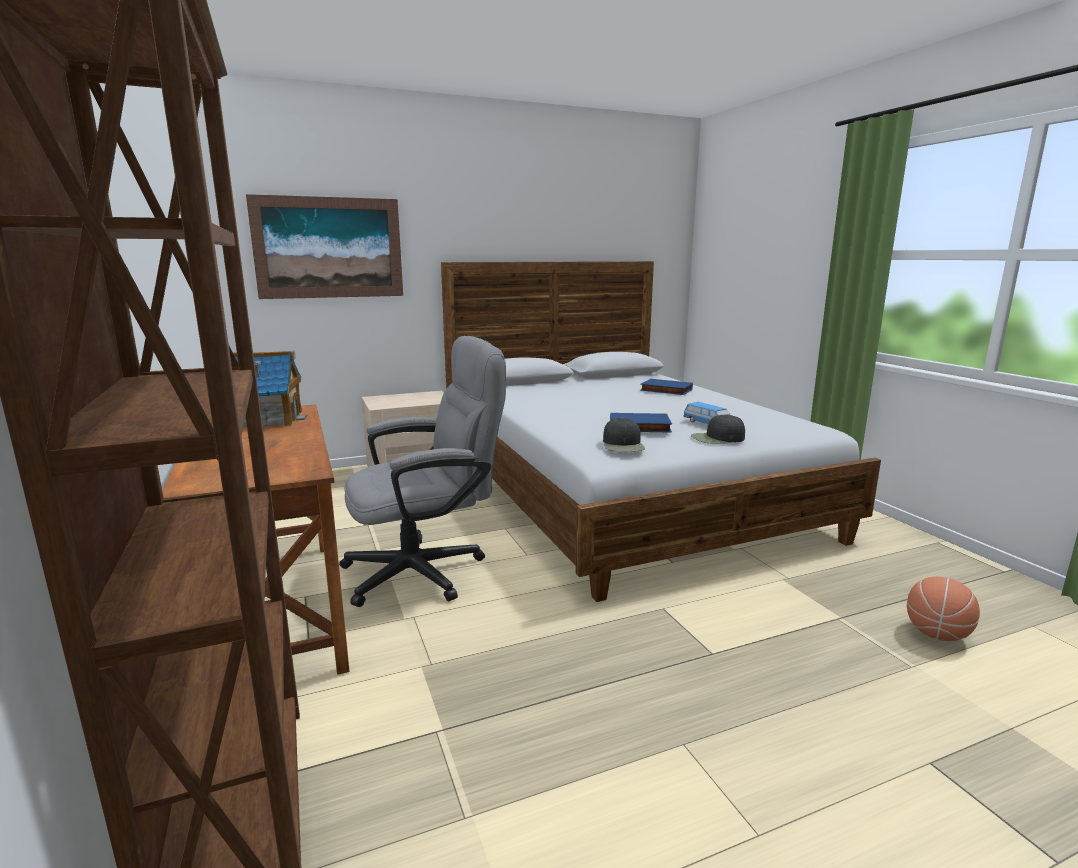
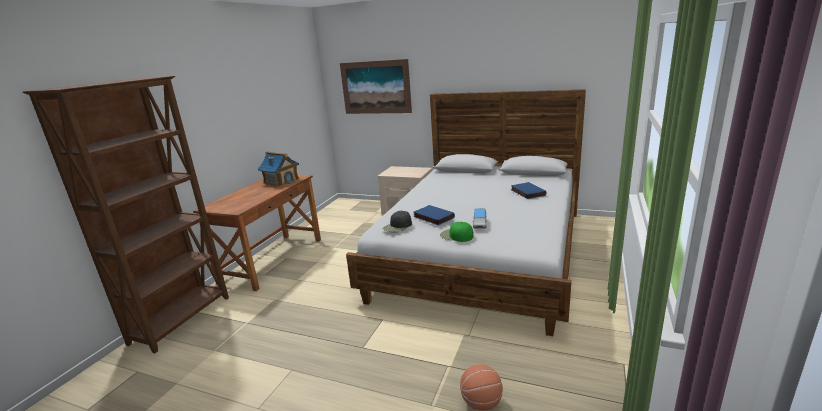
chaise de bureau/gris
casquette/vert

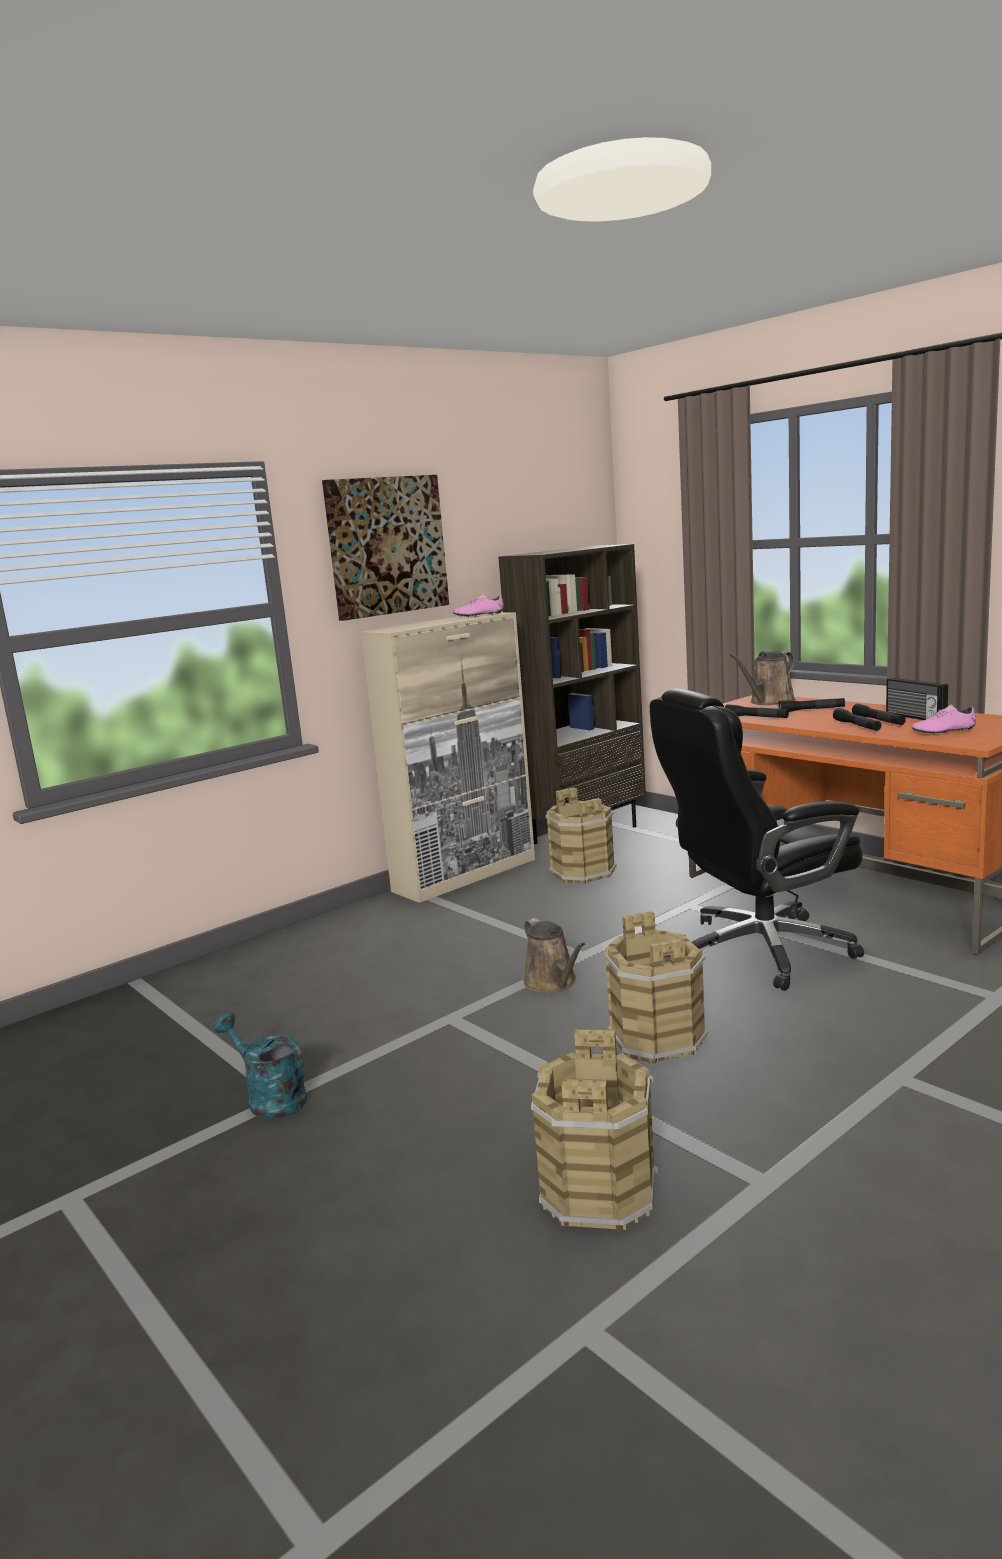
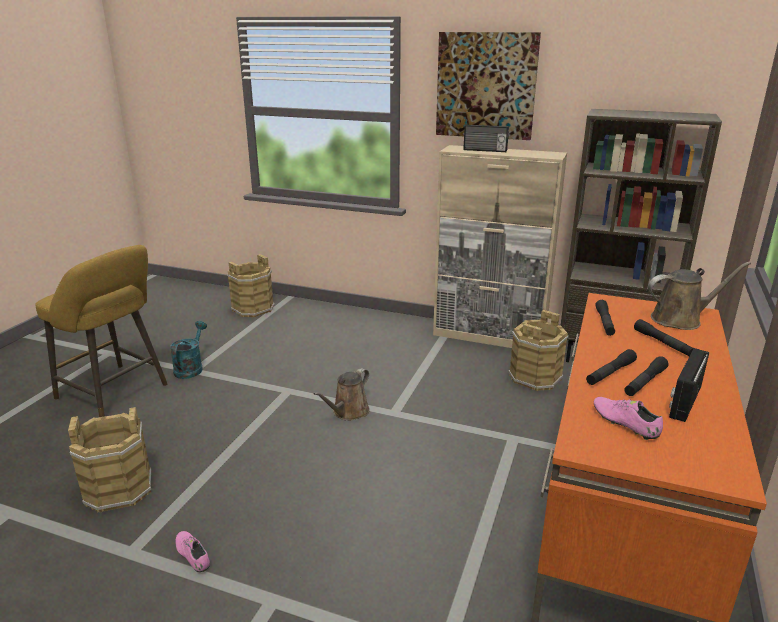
chaussure/rose (1st from left)
arrosoir/marron (2nd from left)
chaise de bureau/noir
seau/marron (2nd from left)
radio (1st from left)
tabouret/jaune

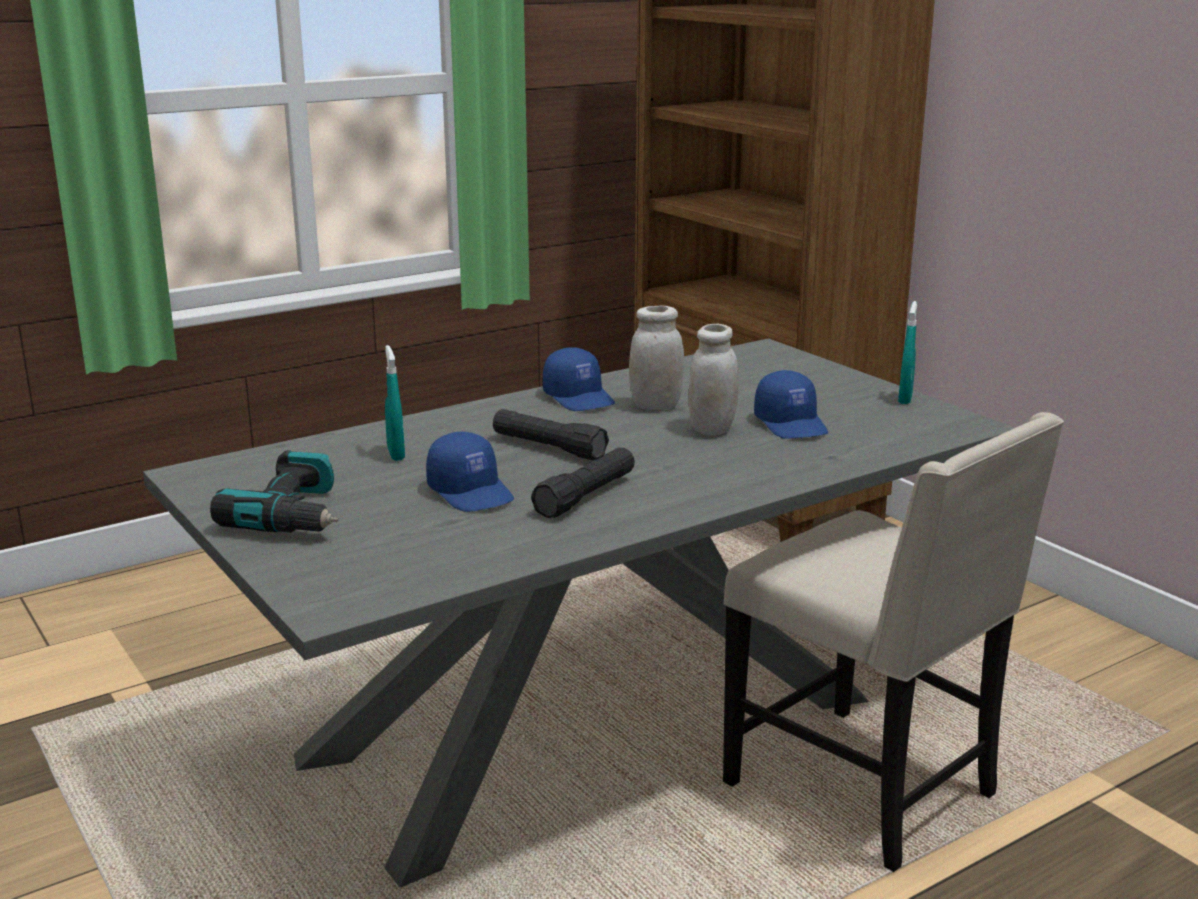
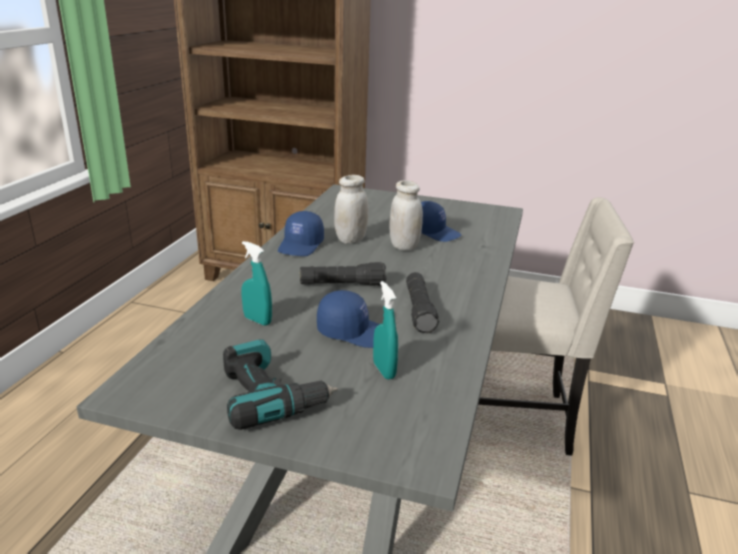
vaporisateur/turquoise (2nd from left)
casquette/bleu (1st from left)

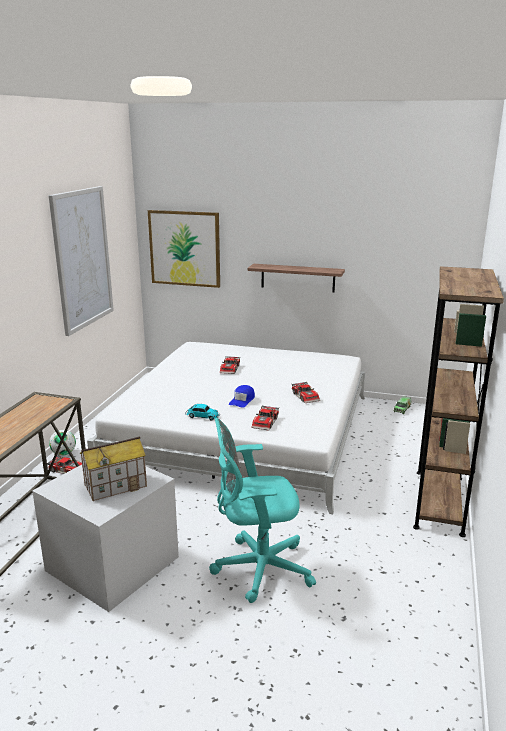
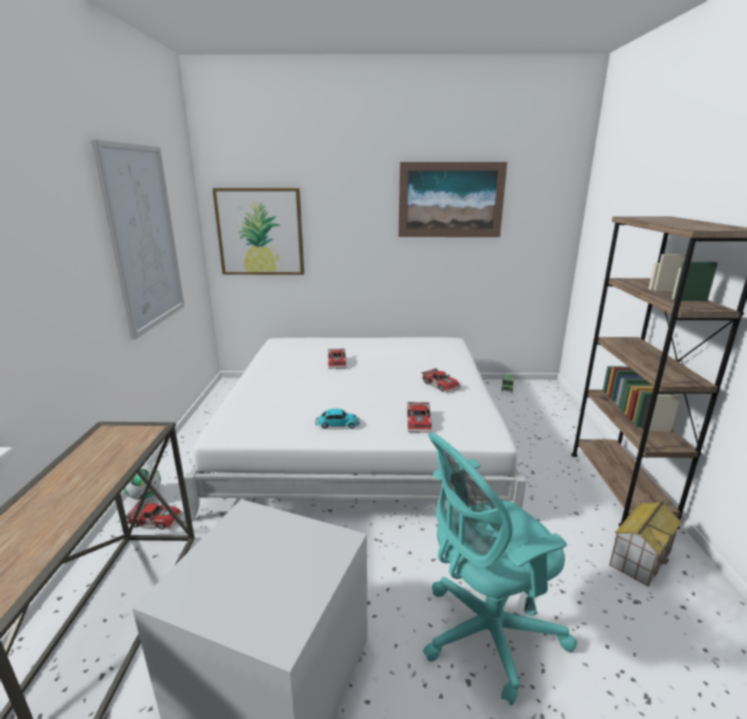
étagère
casquette/bleu
maison miniature
tableau (3rd from left)

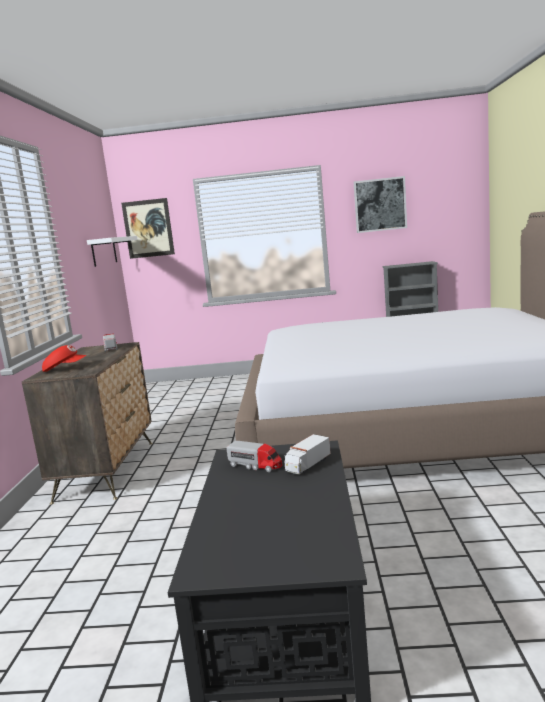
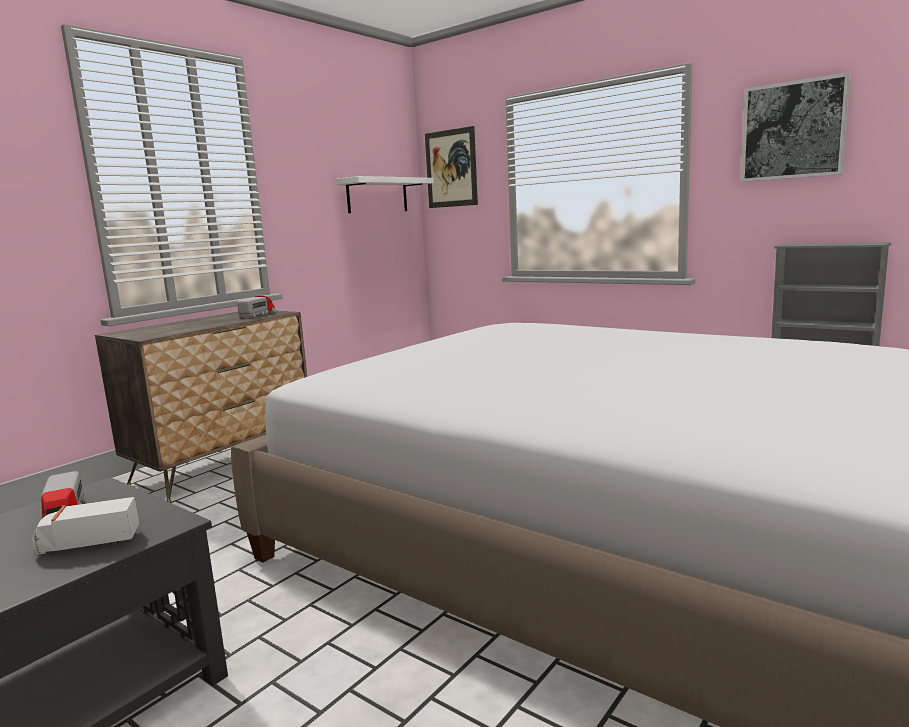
casquette/rouge

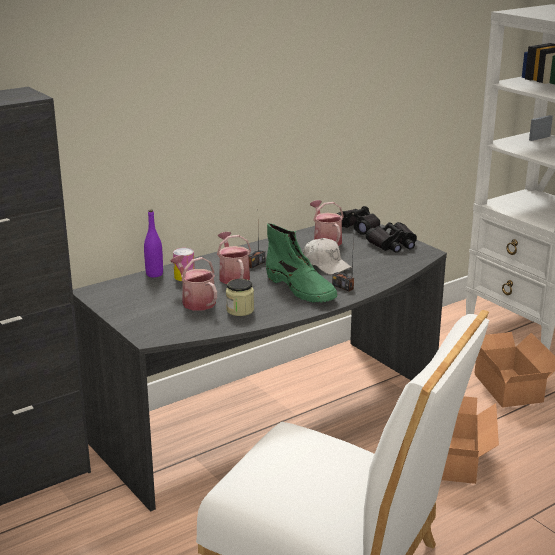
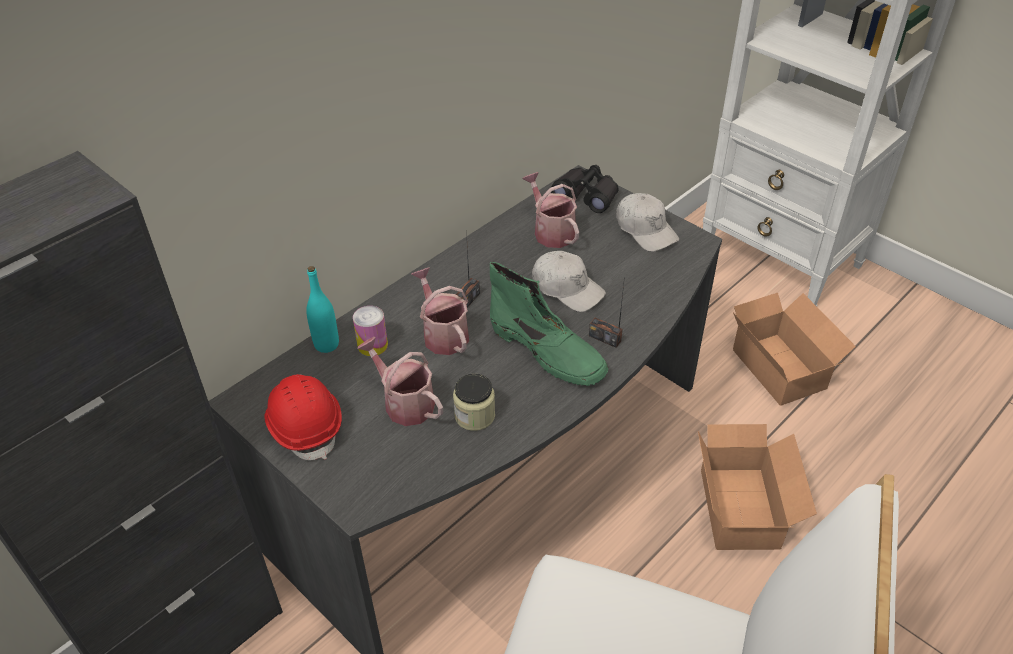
bouteille/turquoise
casquette/blanc (2nd from left)
casque de chantier/rouge

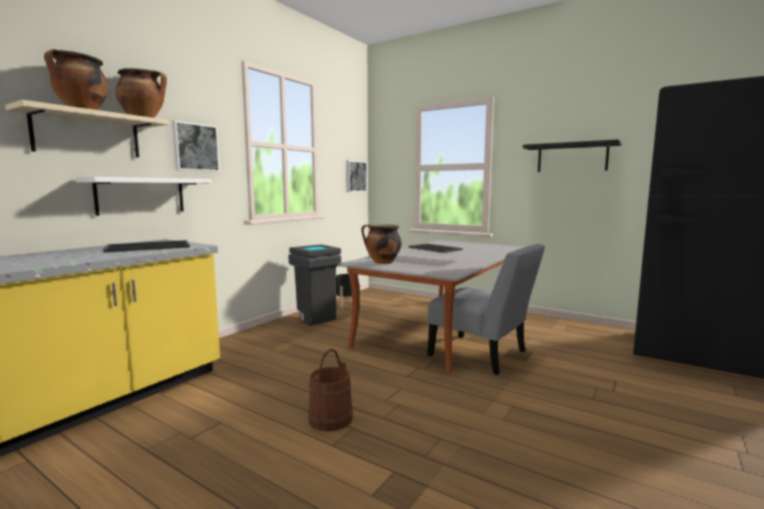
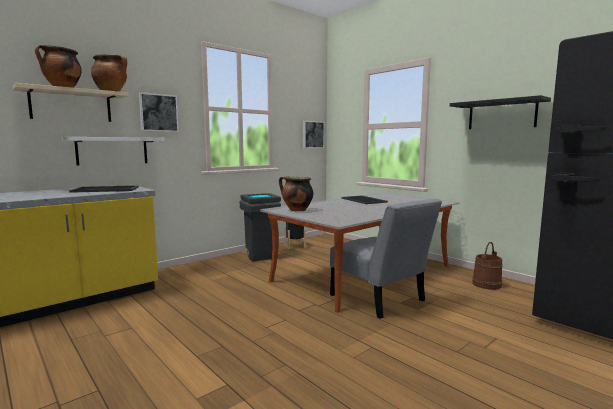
seau/marron

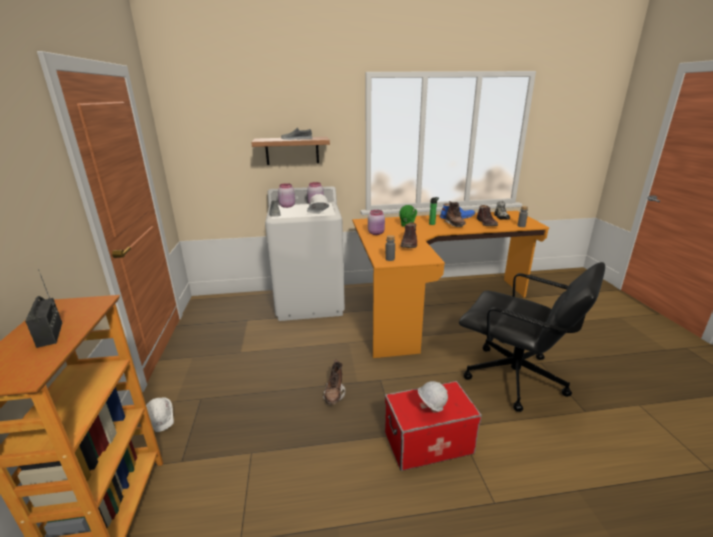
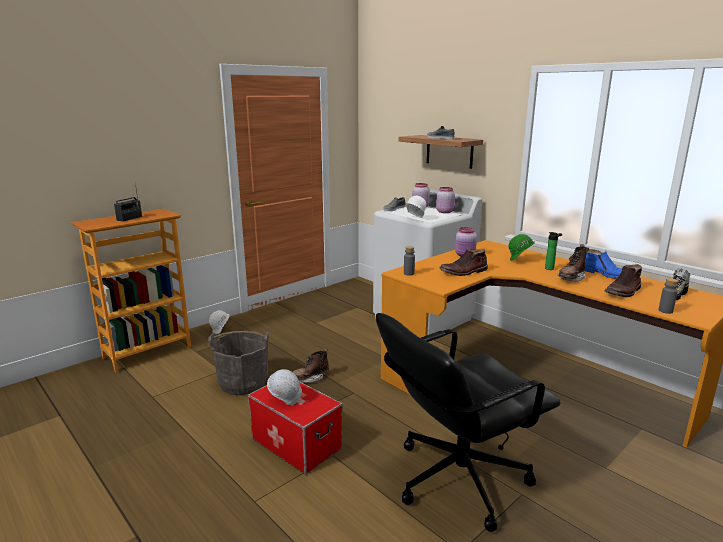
chaise de bureau/noir
seau/gris

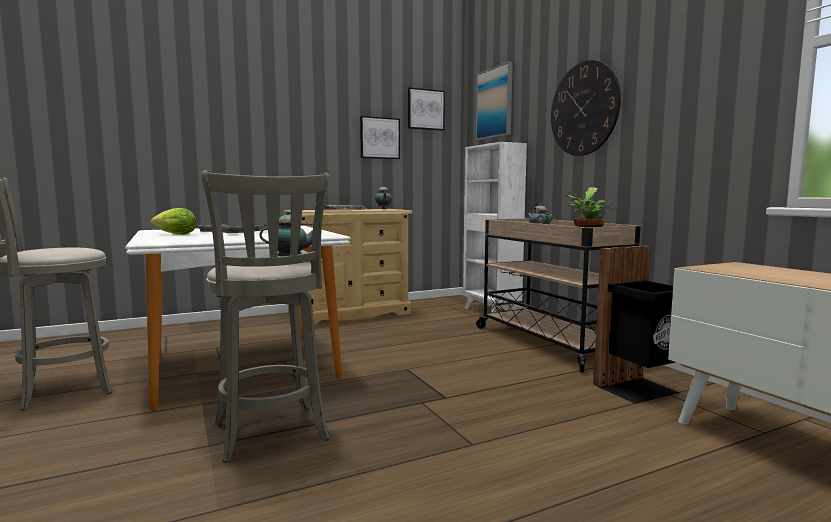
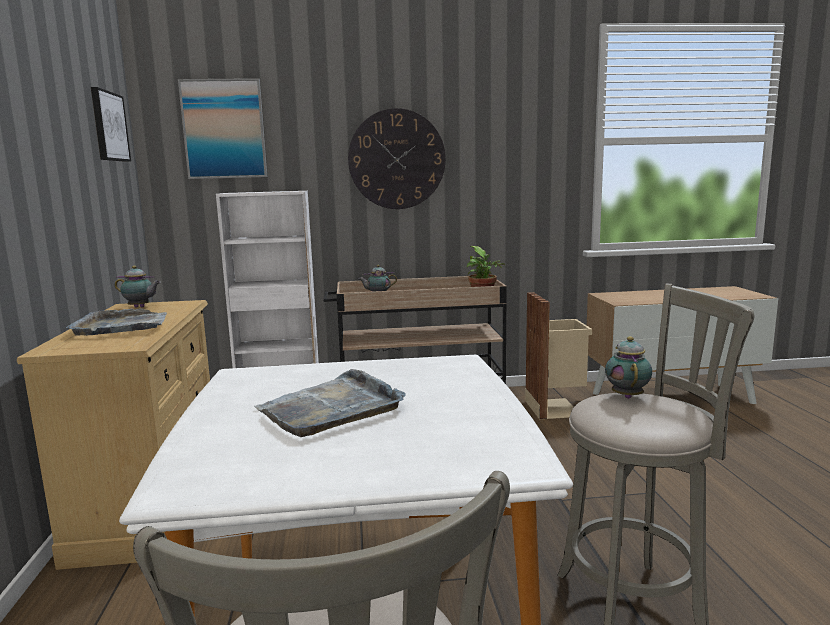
tableau (1st from left in the first image)
laitue
poubelle/beige

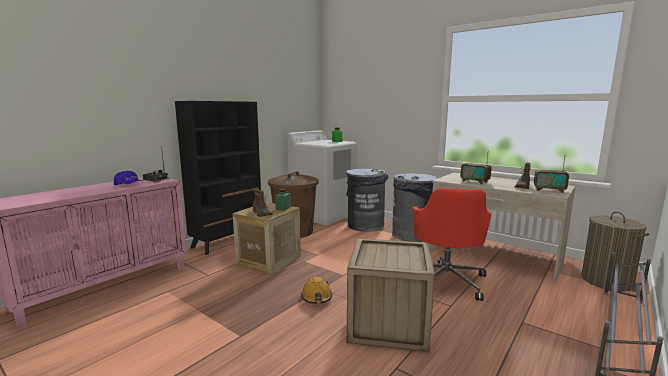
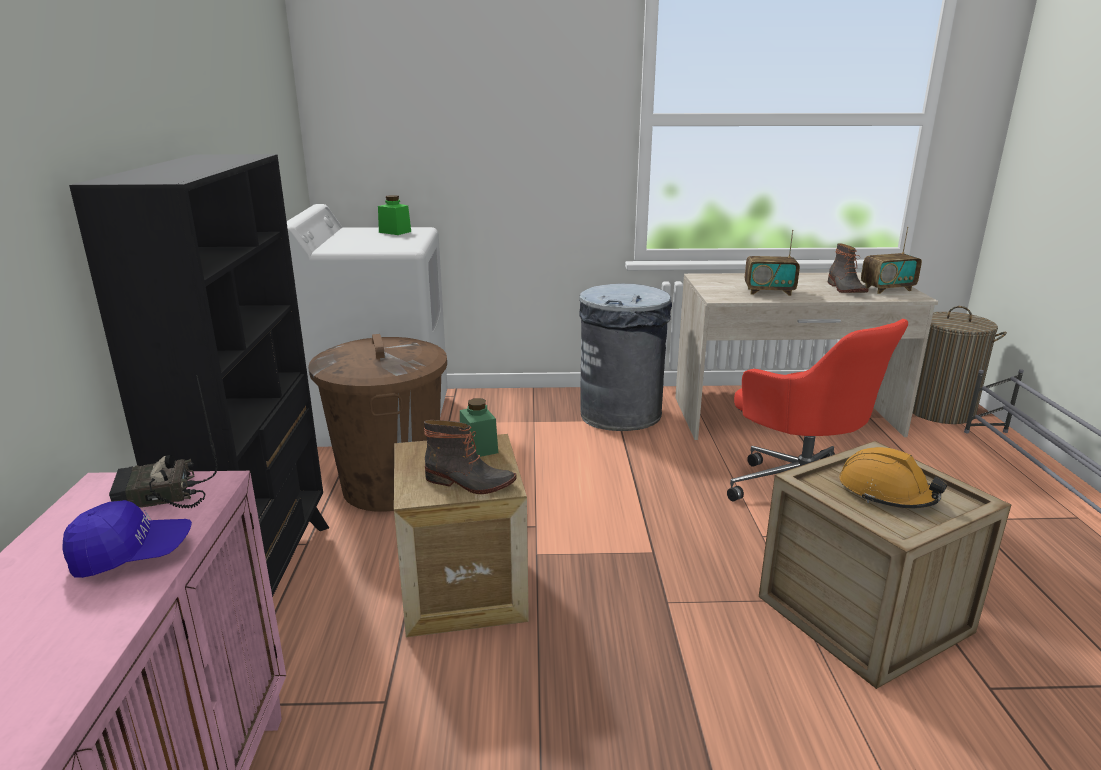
poubelle/gris (1st from left in the first image)
casque de chantier/orange

